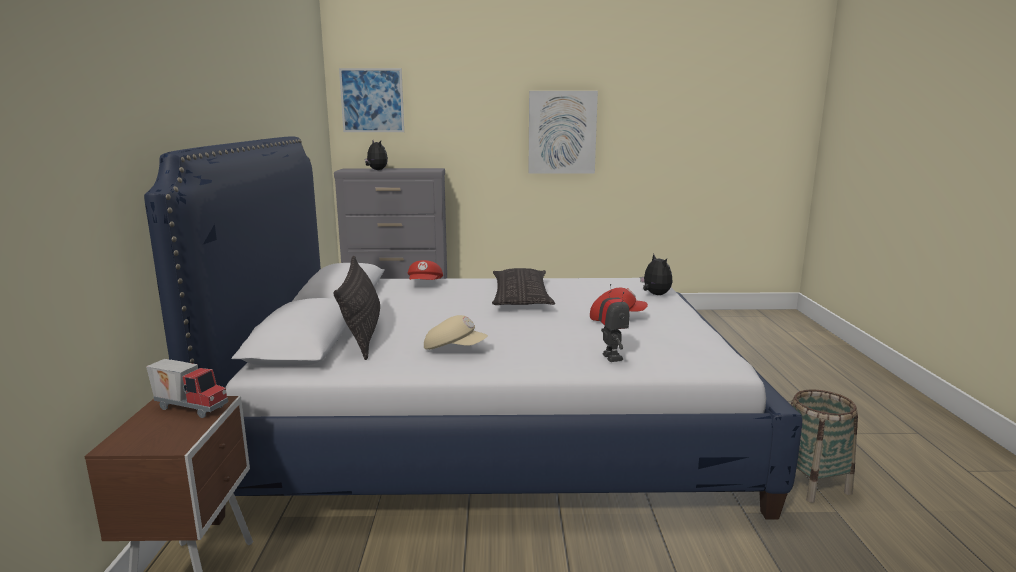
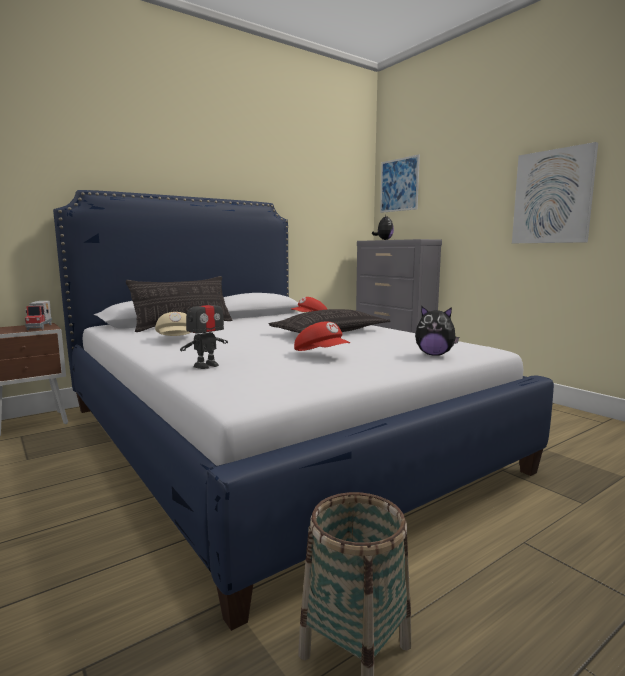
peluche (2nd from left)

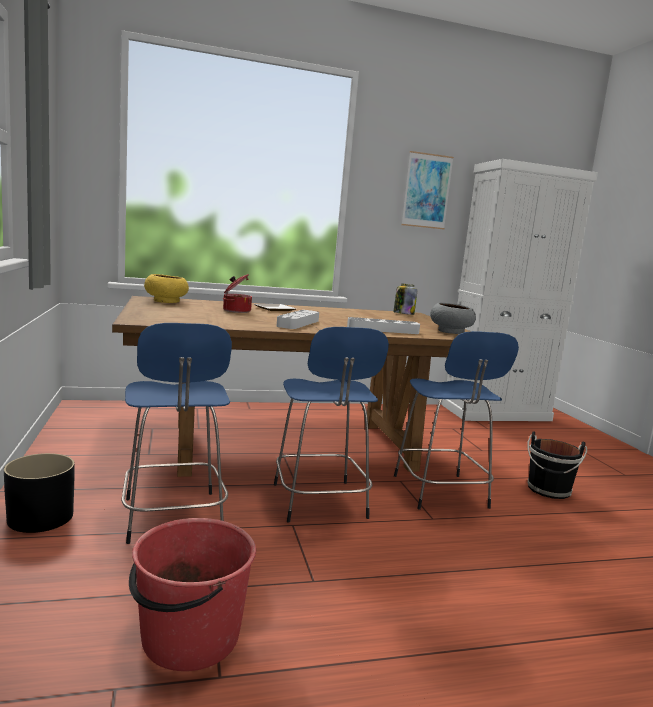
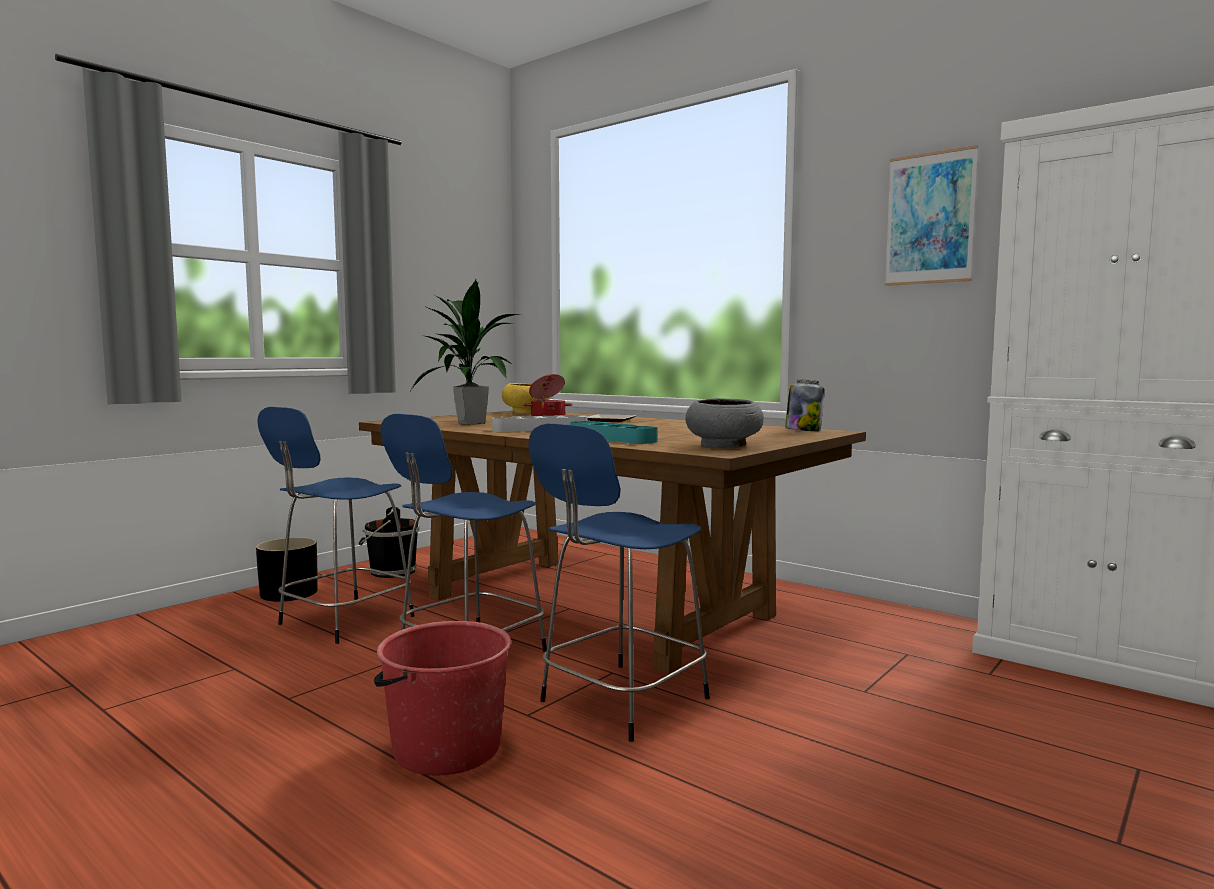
plateau/turquoise
seau/noir
seau/rouge
plante en pot

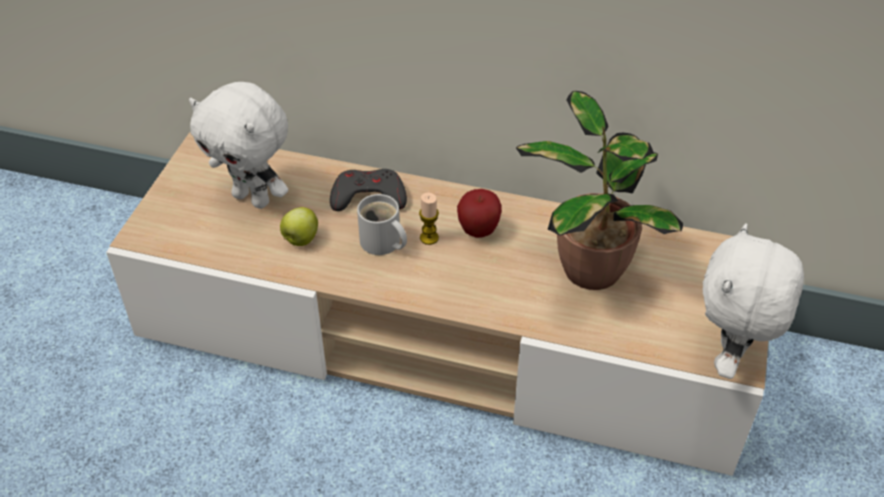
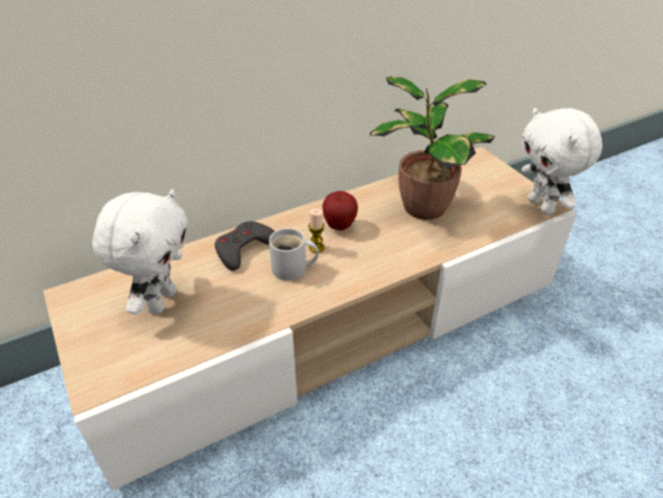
peluche/blanc (1st from left)
pomme (1st from left in the first image)

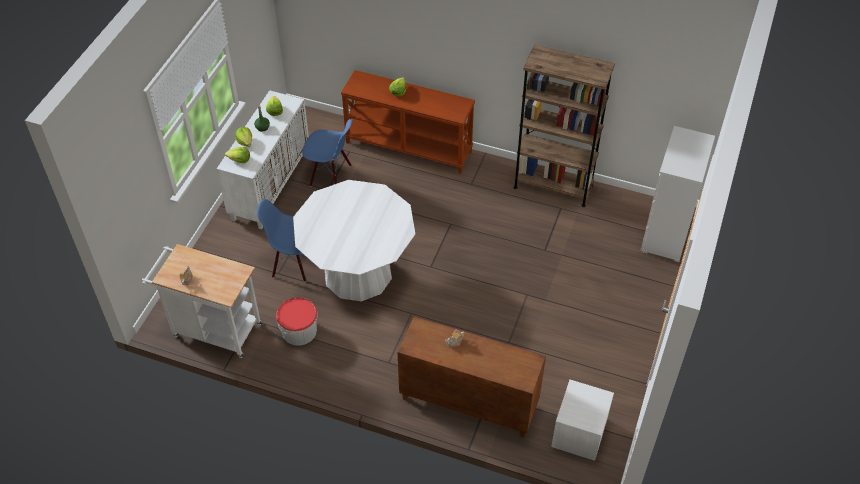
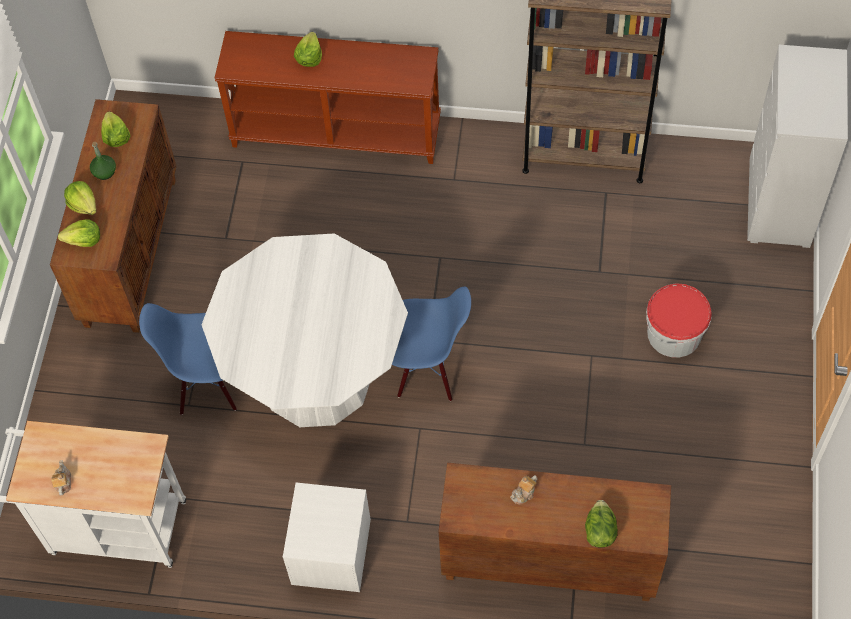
meuble de rangement/marron (1st from left)
chaise/bleu (2nd from left)
seau
table de chevet/blanc
laitue (5th from left)

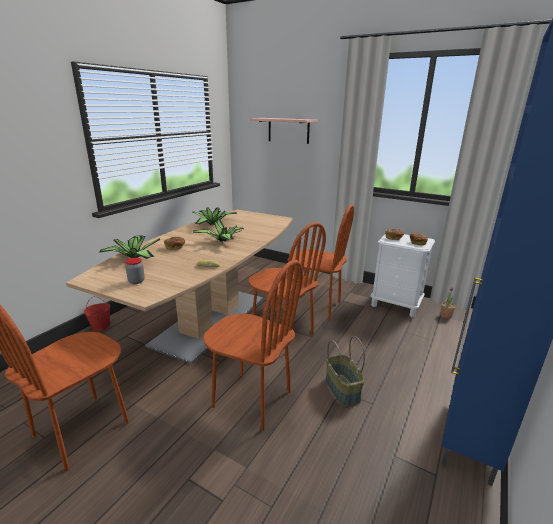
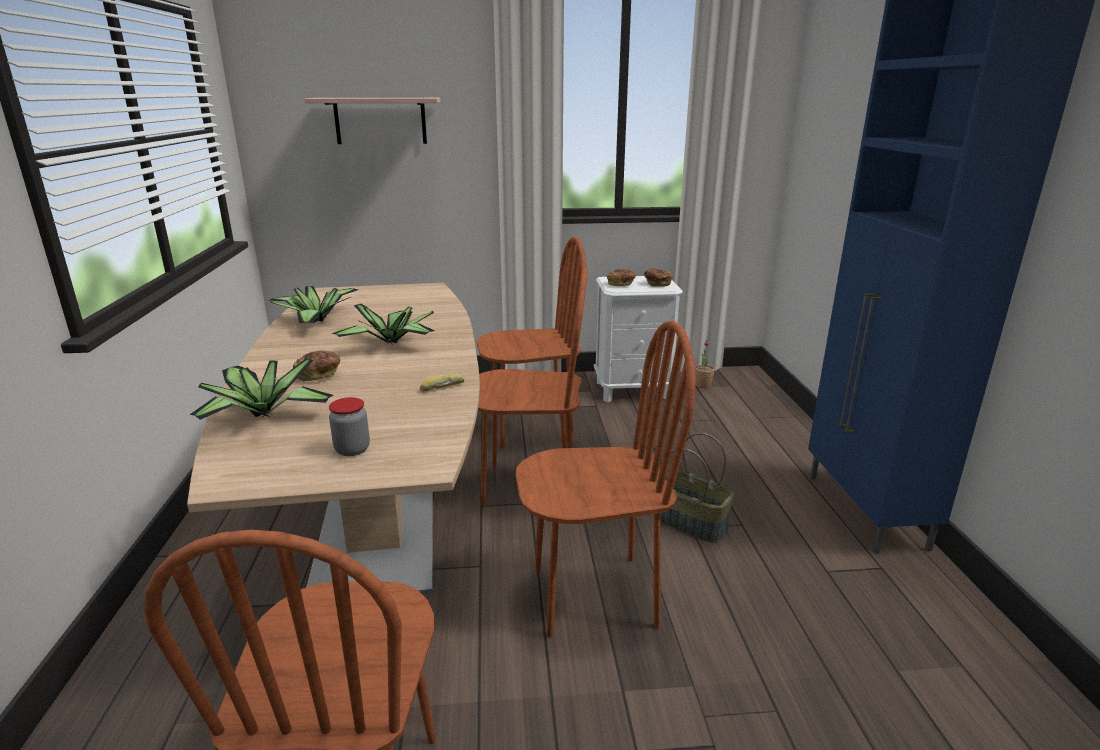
seau/rouge

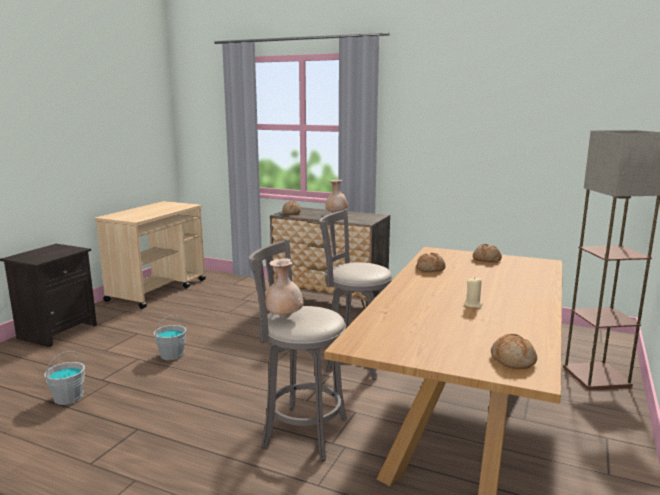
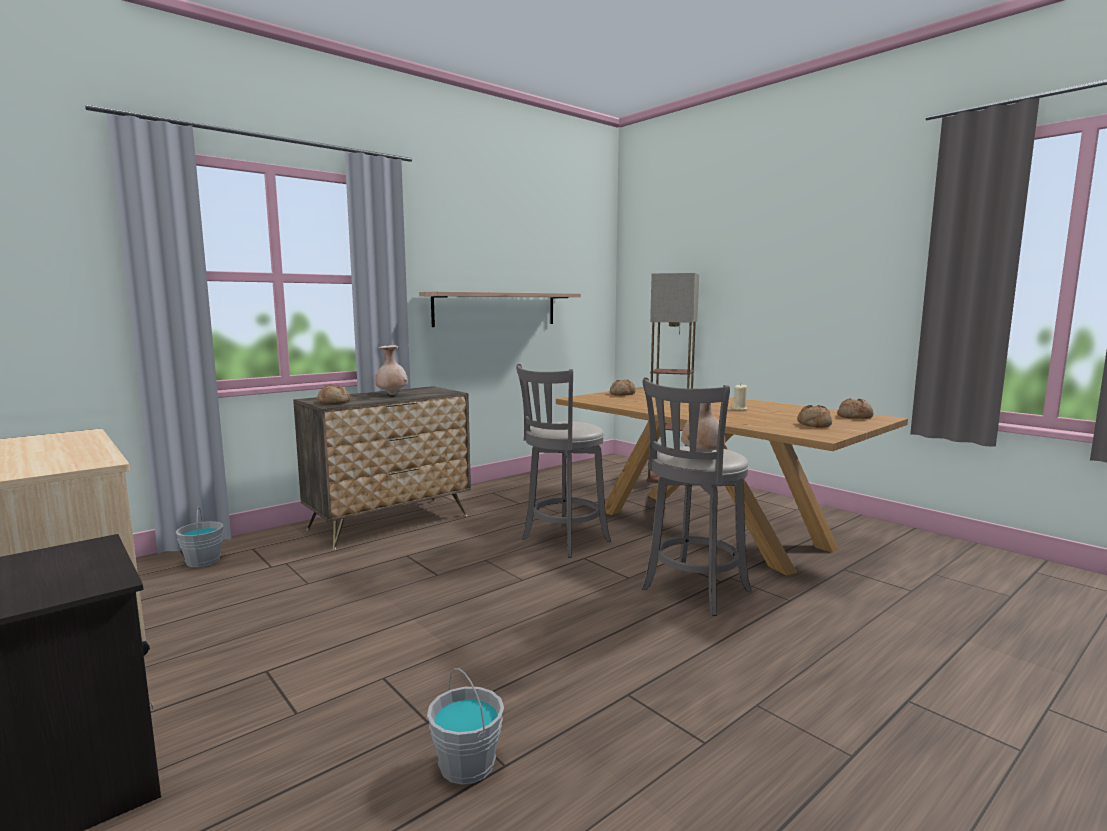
pain (3rd from left)
seau/gris (1st from left)
étagère

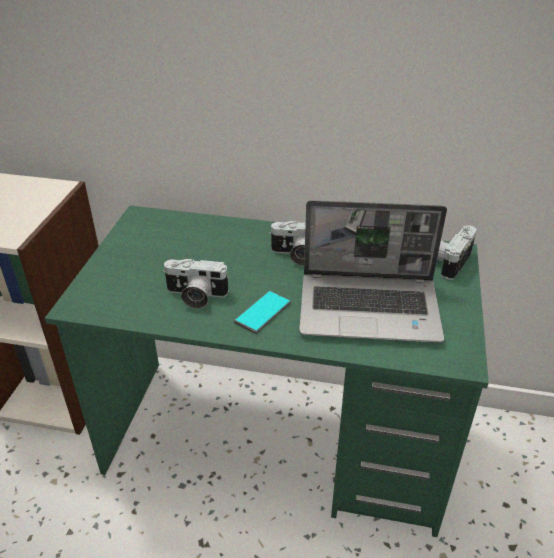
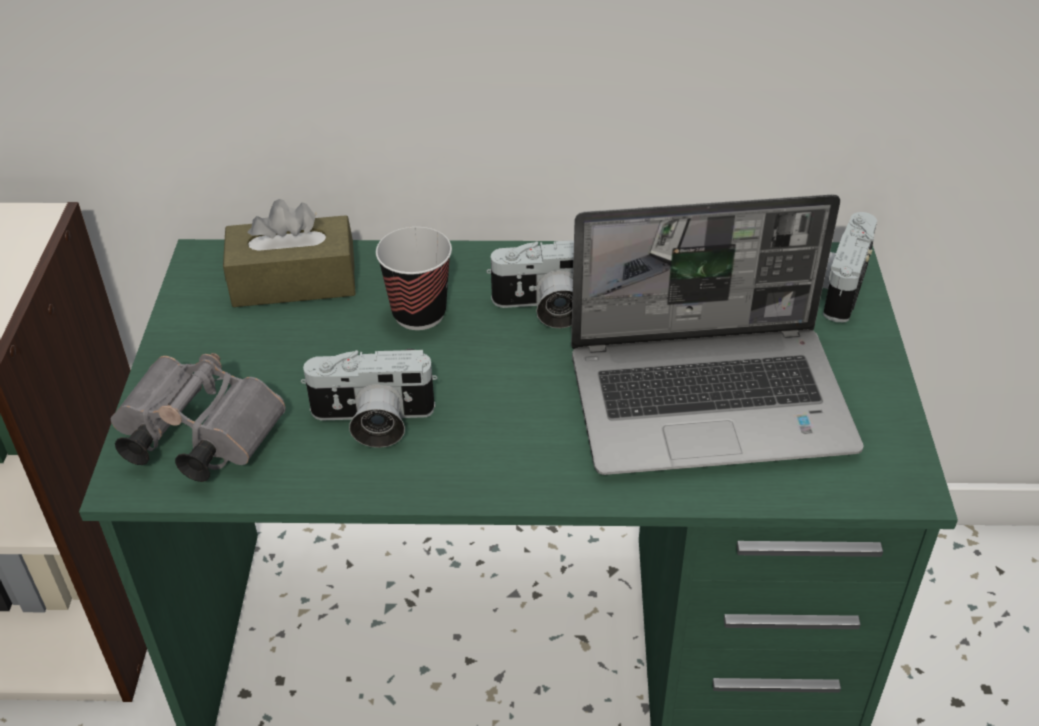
téléphone
boîte à mouchoirs/marron
tasse
jumelles/gris

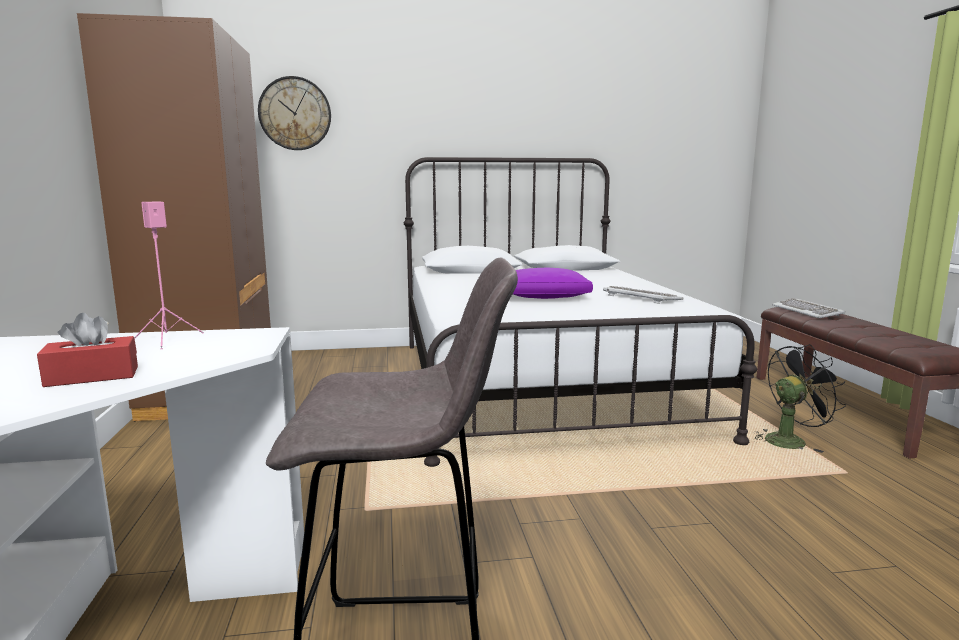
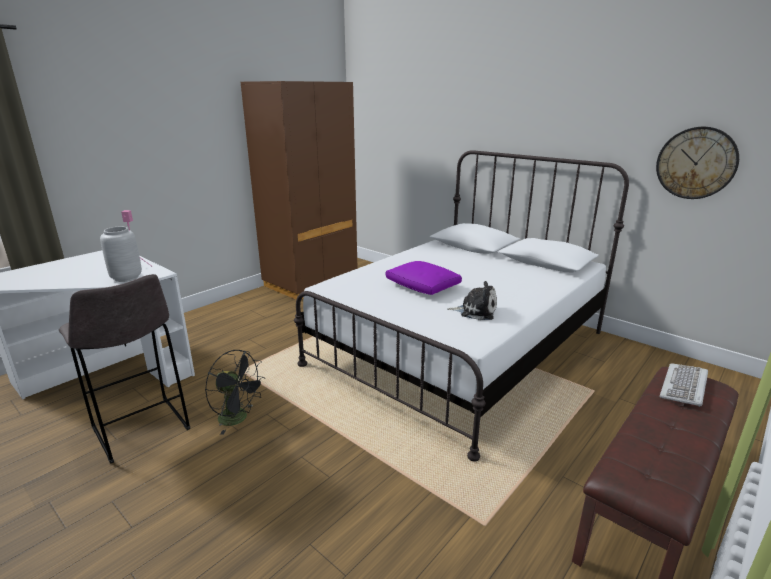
horloge murale
peluche
boîte à mouchoirs/rouge
ventilateur/noir
vase/gris

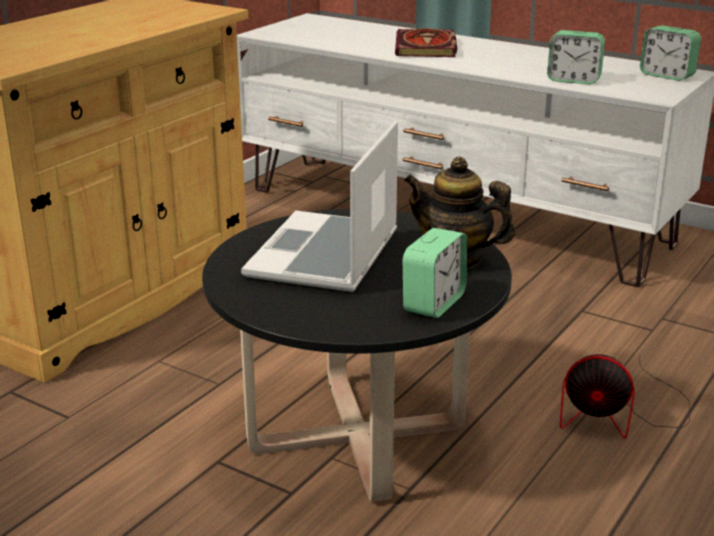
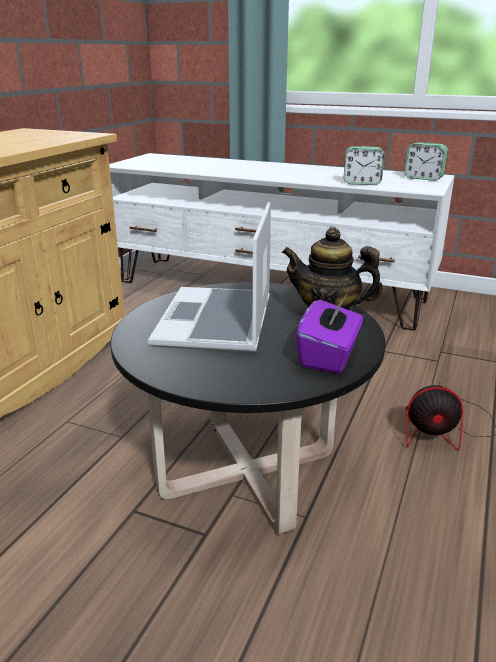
livre
boîte à mouchoirs/violet

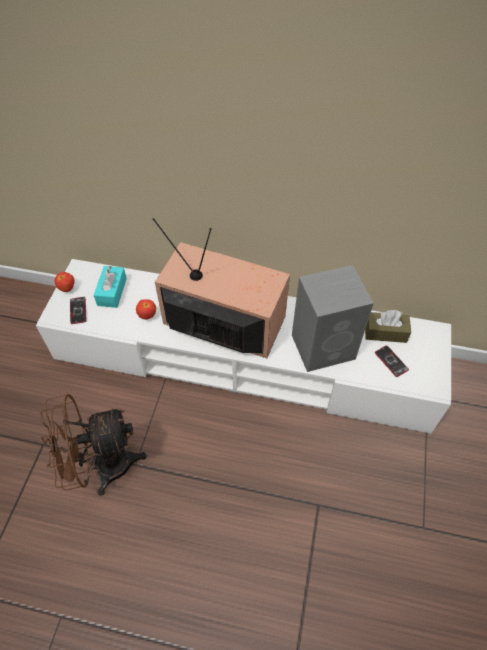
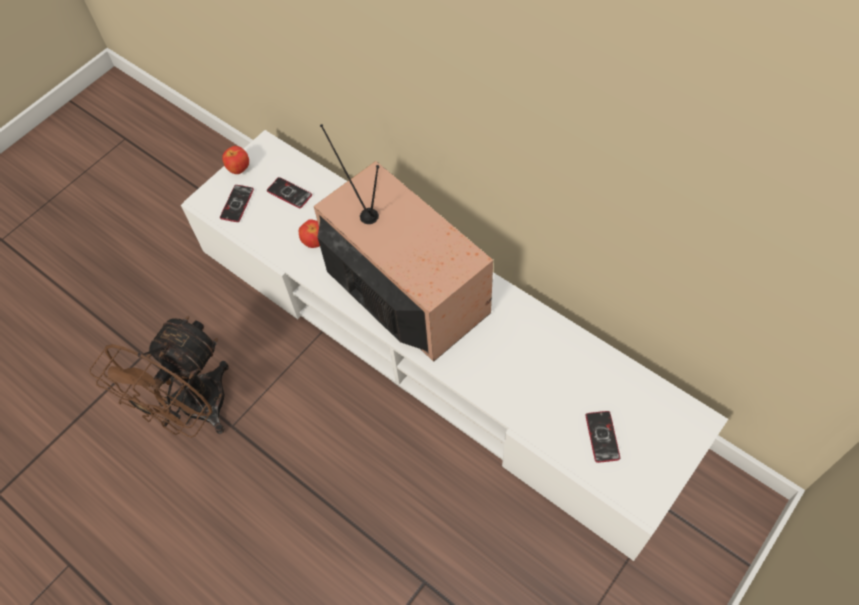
enceinte/gris
téléphone (2nd from left)
boîte à mouchoirs/marron
ventilateur/marron

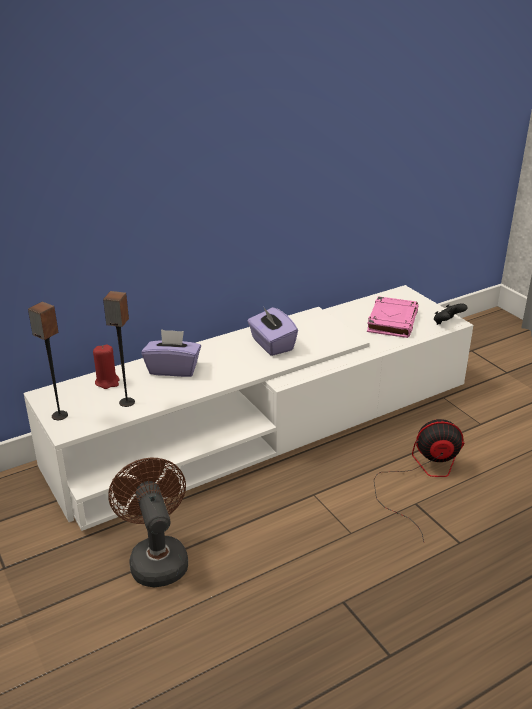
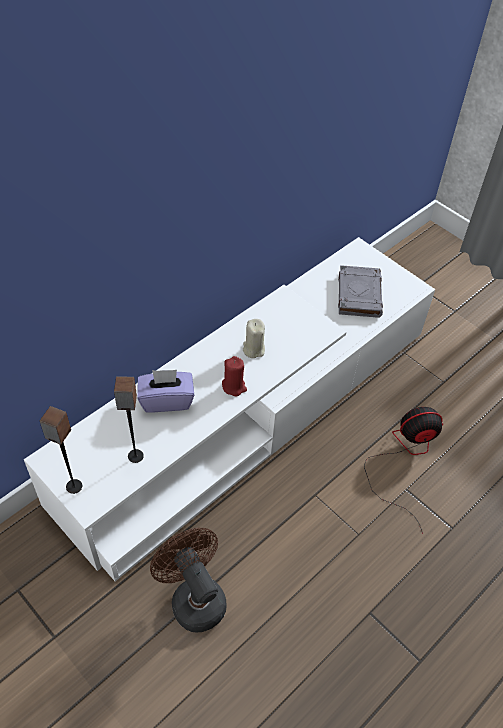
livre/gris
manette/noir
bougie/beige
bougie/rouge

